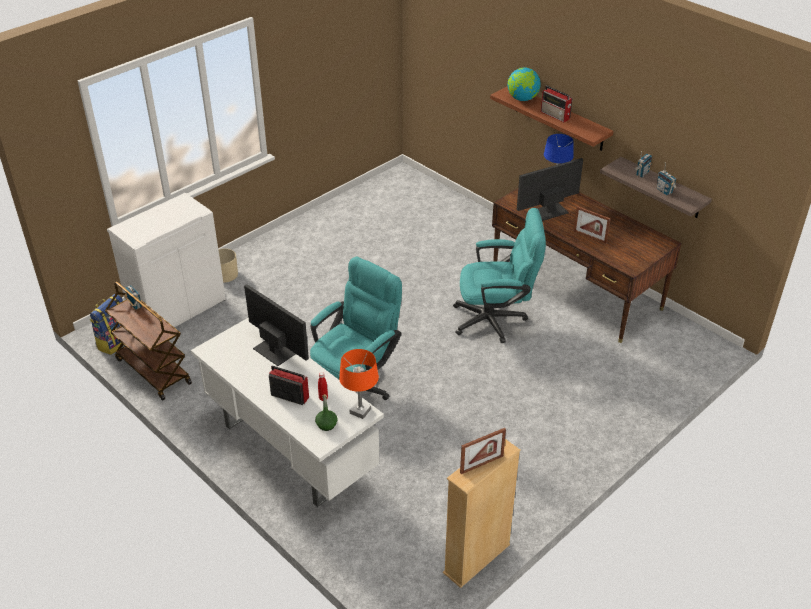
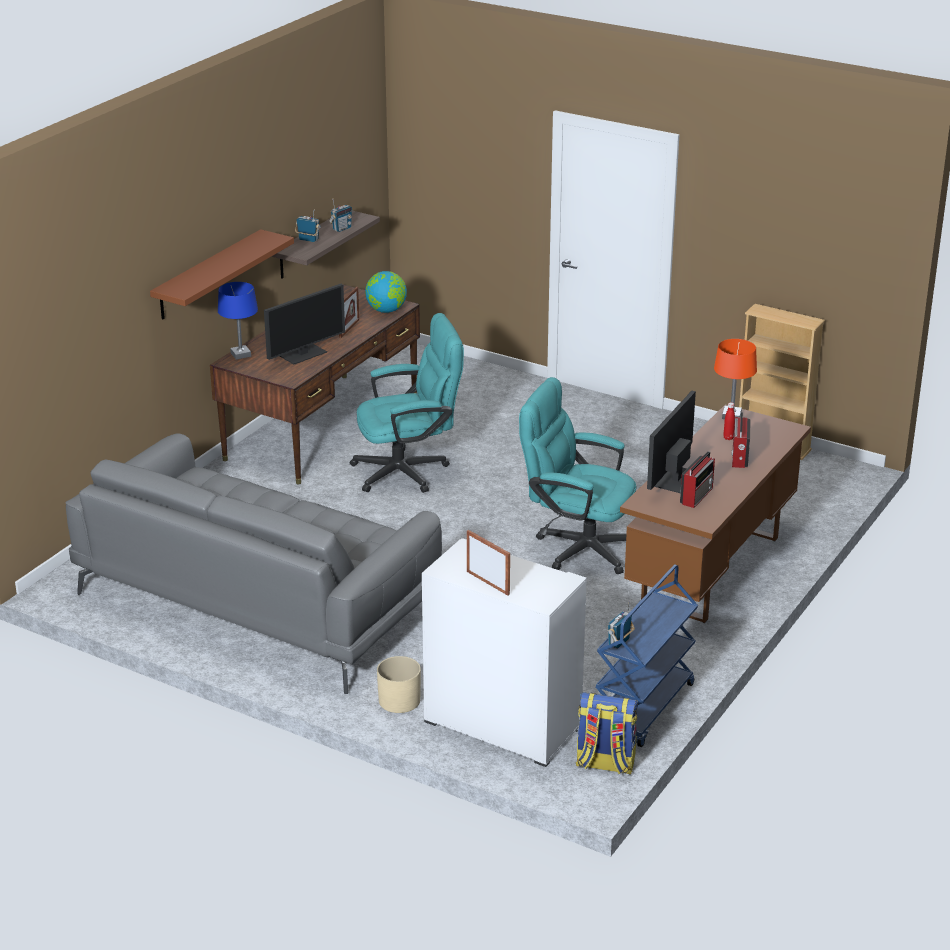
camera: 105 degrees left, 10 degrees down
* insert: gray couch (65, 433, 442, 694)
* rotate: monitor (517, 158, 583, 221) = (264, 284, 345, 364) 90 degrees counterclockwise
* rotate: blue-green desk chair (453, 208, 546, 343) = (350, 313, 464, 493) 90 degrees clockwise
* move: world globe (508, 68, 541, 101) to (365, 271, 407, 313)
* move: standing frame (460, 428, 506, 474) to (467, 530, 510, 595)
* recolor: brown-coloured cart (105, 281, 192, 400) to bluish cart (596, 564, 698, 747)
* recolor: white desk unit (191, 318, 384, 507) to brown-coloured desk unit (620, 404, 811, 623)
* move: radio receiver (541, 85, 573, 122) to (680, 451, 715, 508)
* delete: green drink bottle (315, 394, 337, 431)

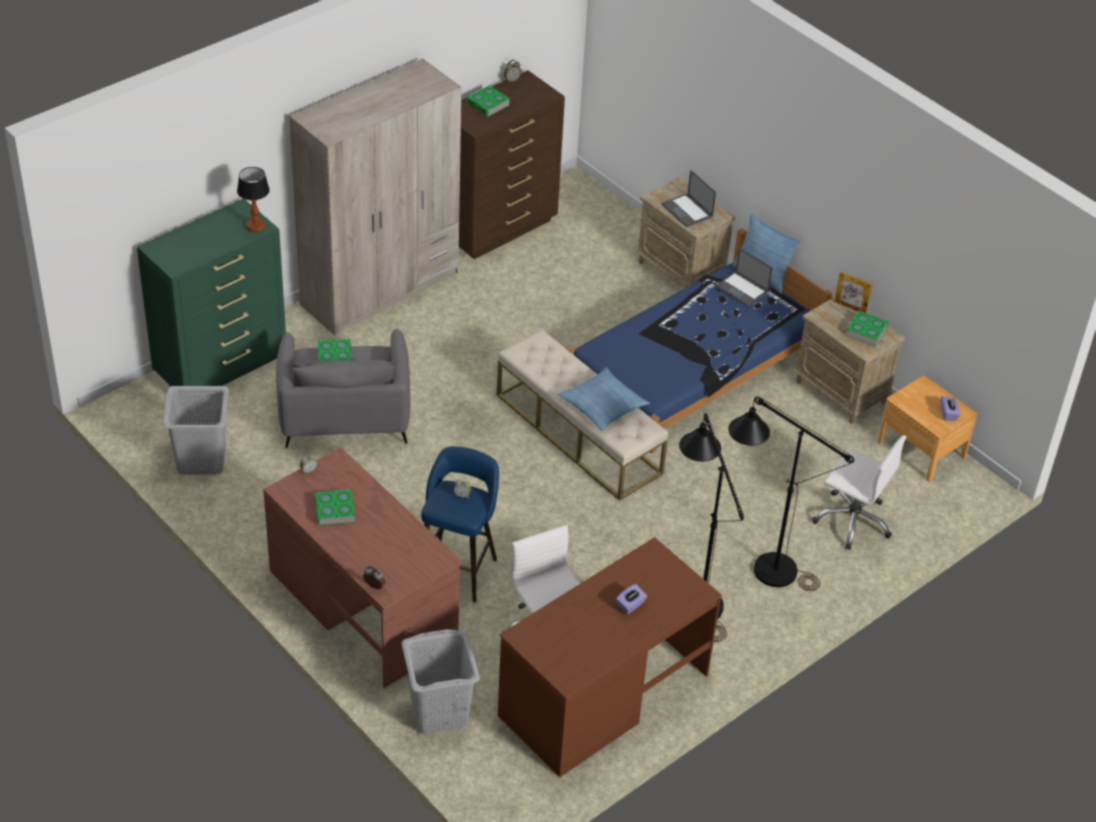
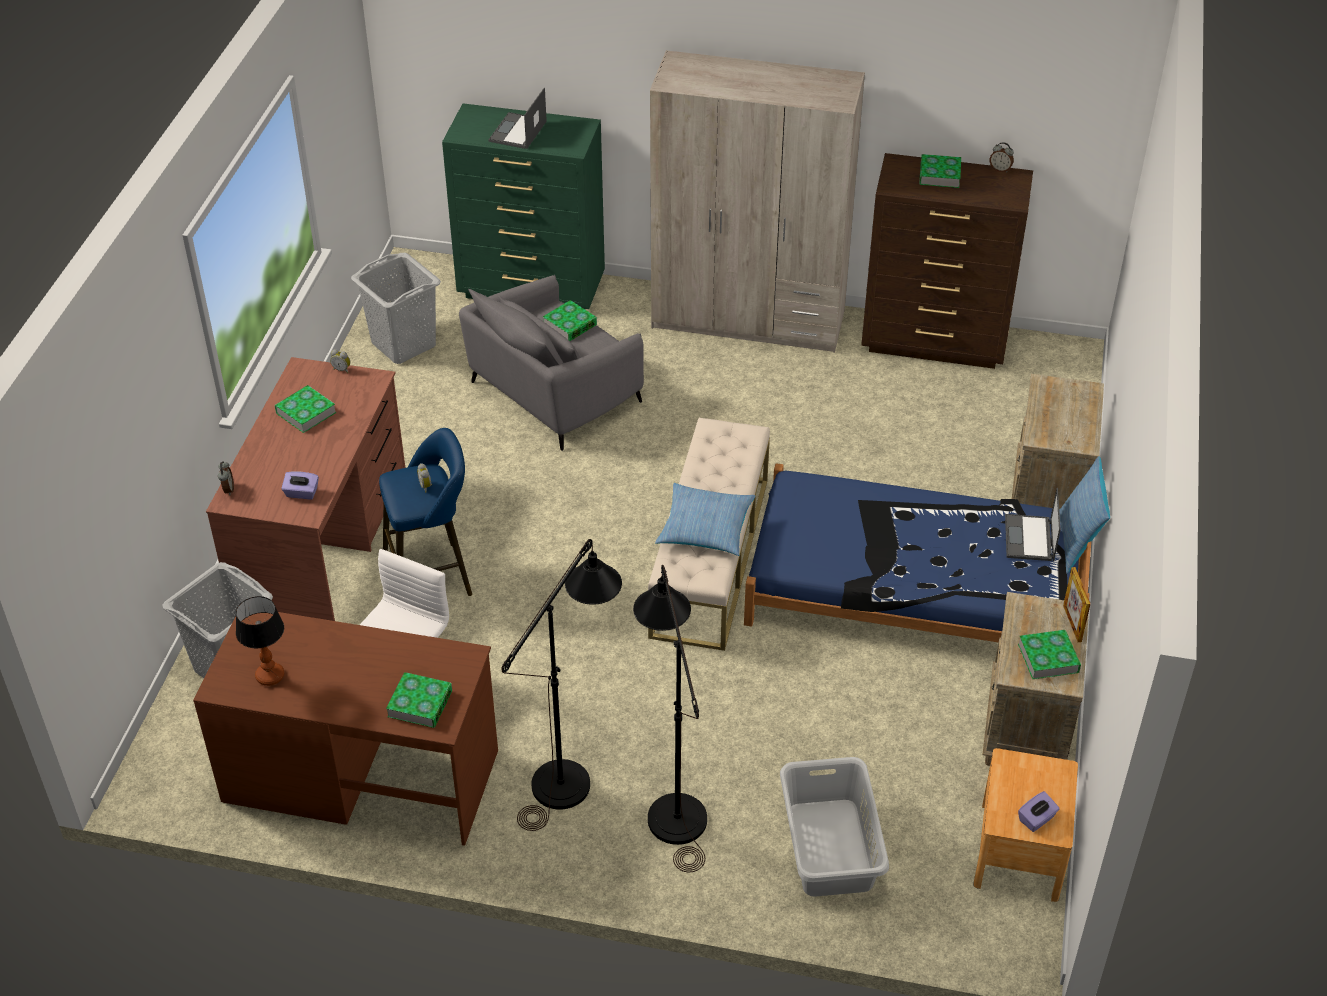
camera: 55 degrees right, 0 degrees up
* move: tabletop lamp (237, 167, 269, 232) to (236, 596, 284, 686)
* move: purplish box of tissues (616, 584, 647, 614) to (281, 471, 319, 499)
* insert: volume (386, 672, 452, 728)
* move: laptop (662, 170, 716, 228) to (489, 88, 547, 149)
* replace: white desk chair (812, 435, 907, 550) to gray washing basket (780, 757, 889, 897)

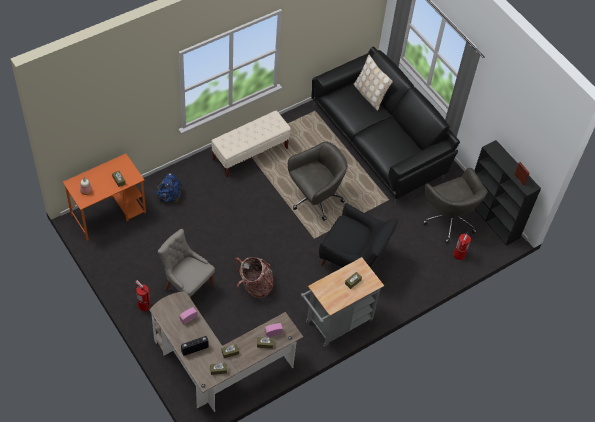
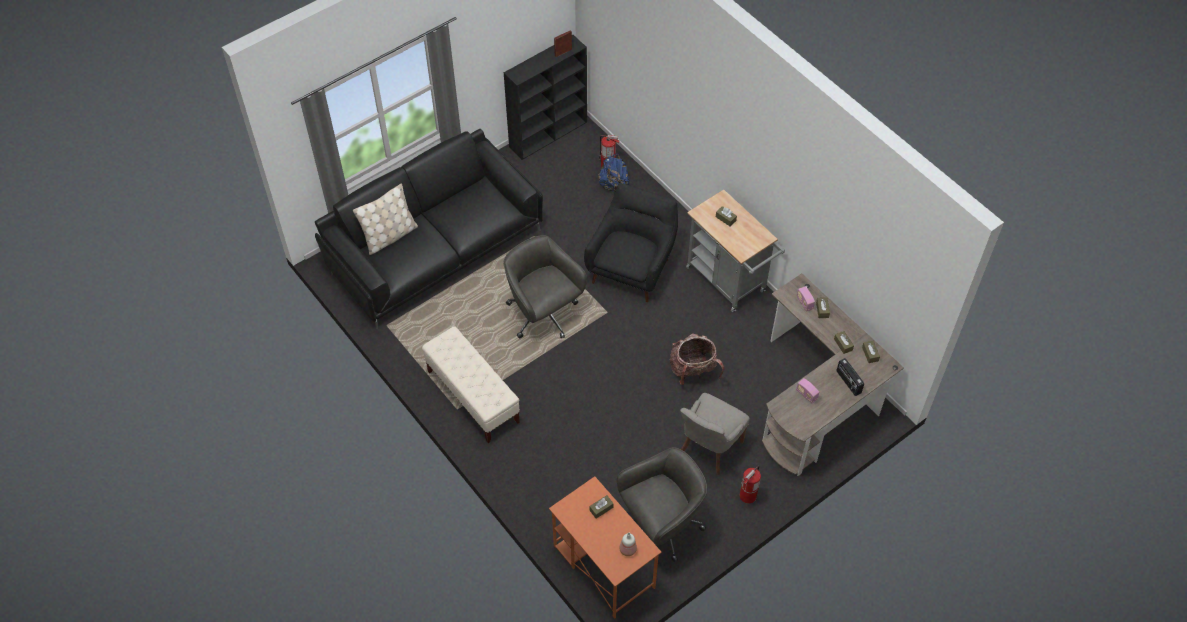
camera: 90 degrees left, 0 degrees up
* move: bluish rucksack (156, 174, 182, 203) to (598, 154, 629, 192)
* move: gray desk chair (423, 168, 488, 243) to (617, 447, 707, 562)

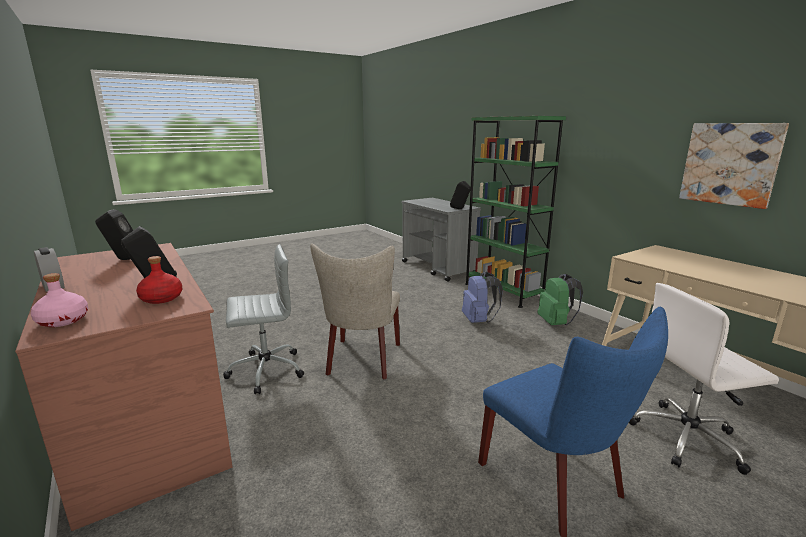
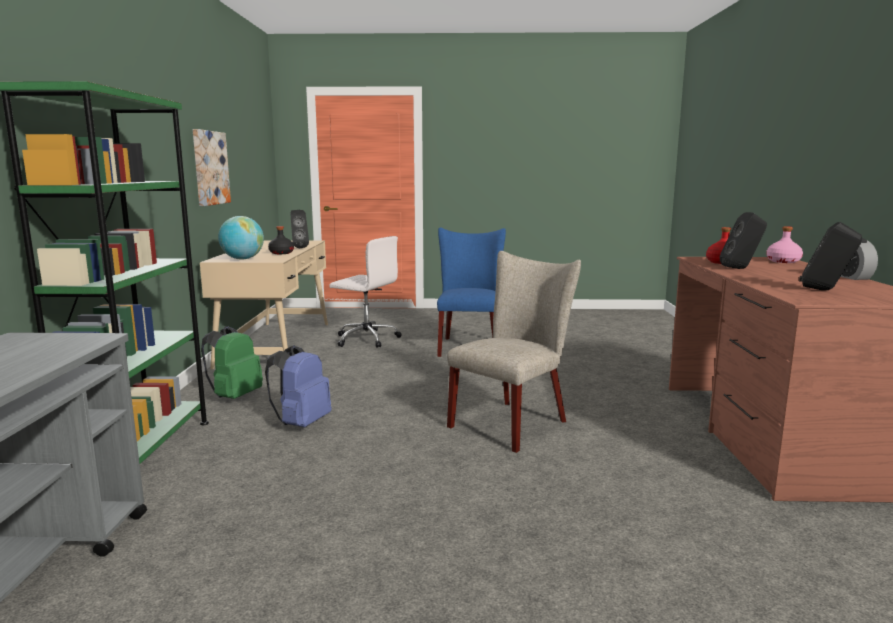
camera: 145 degrees left, 5 degrees down
* insert: world globe (218, 216, 264, 260)
* insert: black-coloured drink bottle (268, 226, 294, 254)
* move: black-coloured audio speaker (450, 181, 471, 209) to (290, 210, 309, 248)
* delete: gray desk chair (223, 244, 304, 394)

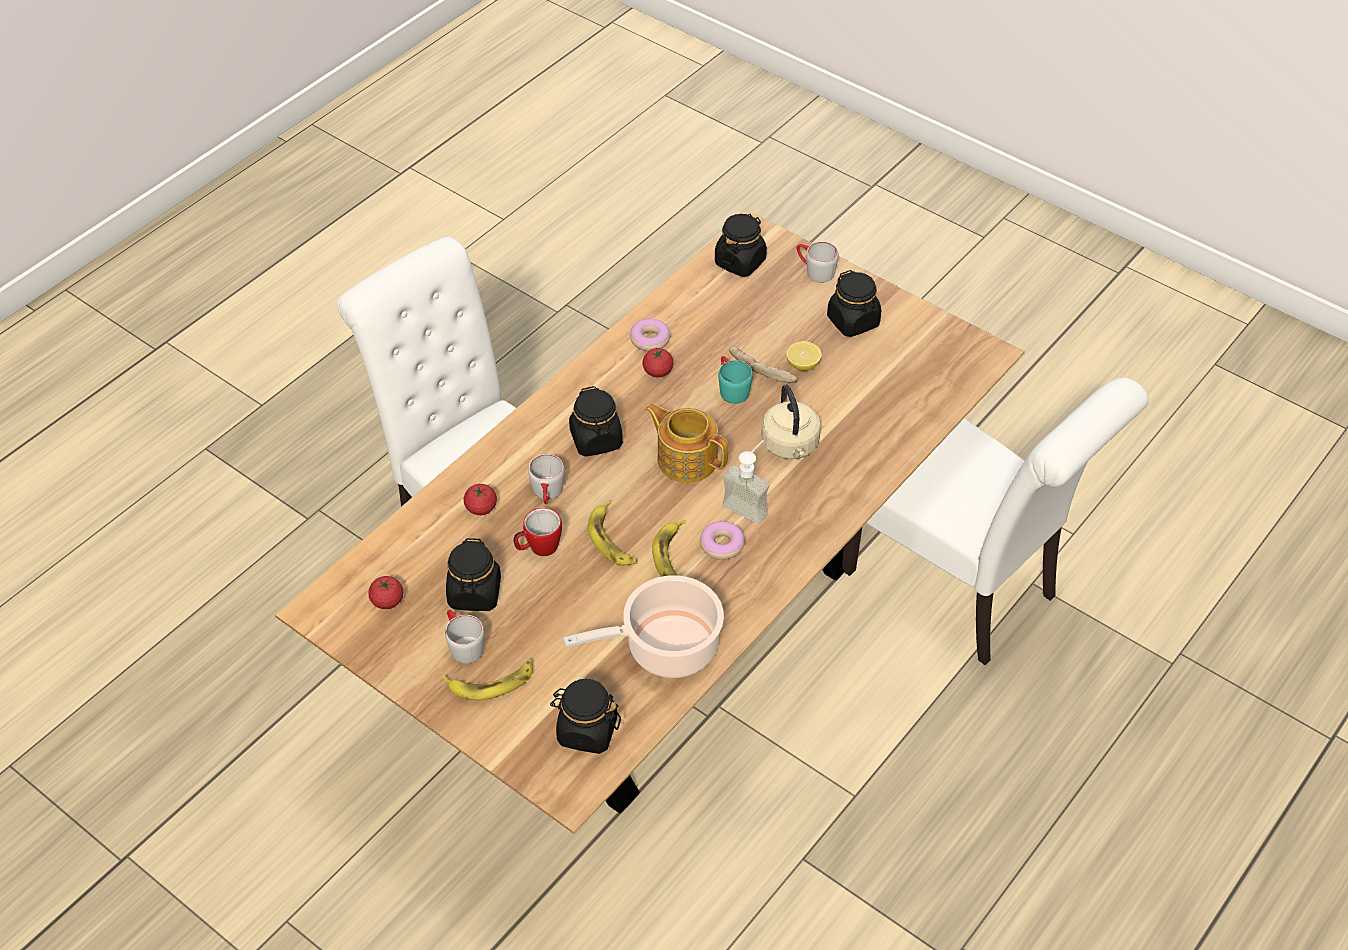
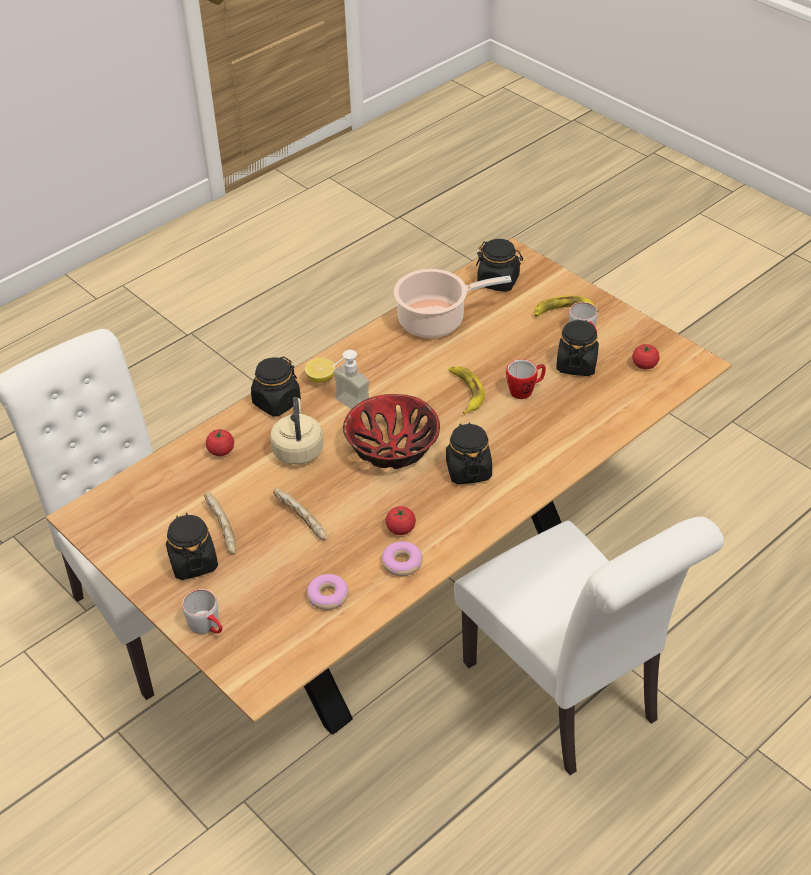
camera: 170 degrees left, 5 degrees down
* insert: bakery bread (204, 491, 236, 554)
* move: fresh tomato (464, 484, 497, 515) to (206, 428, 234, 456)
* move: black-coloured jar (715, 214, 767, 277) to (251, 356, 301, 416)
* move: lemon (786, 341, 822, 371) to (305, 358, 335, 383)
* move: ring doughnut (700, 521, 745, 560) to (307, 574, 349, 610)
* replace: teapot (645, 404, 728, 483) to serving bowl (343, 394, 440, 469)
* delete: gray coffee mug (528, 454, 564, 504)
* delete: banana fruit (652, 520, 686, 577)
* delete: blue-green coffee mug (718, 356, 753, 404)

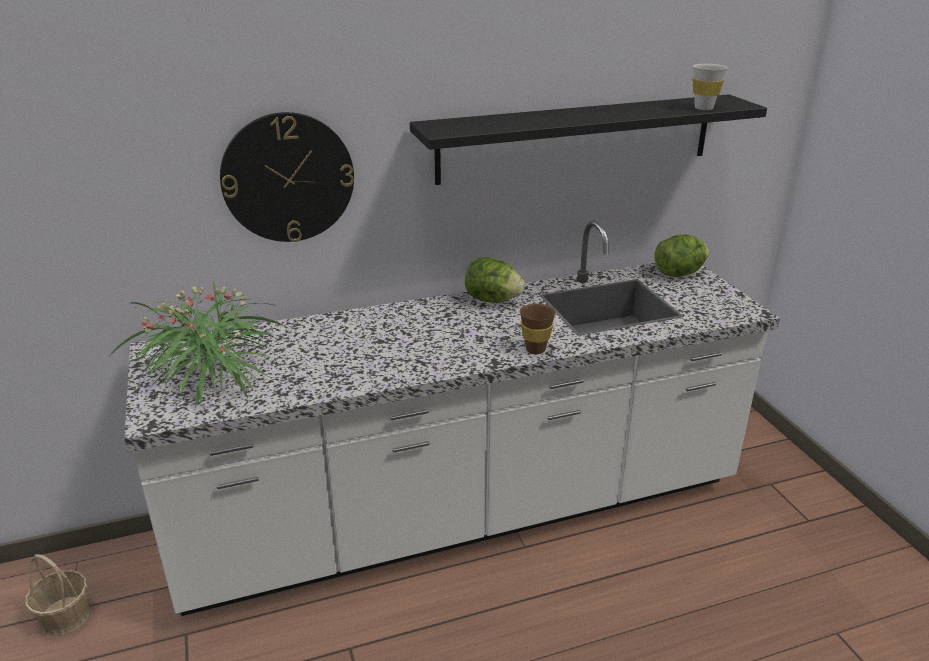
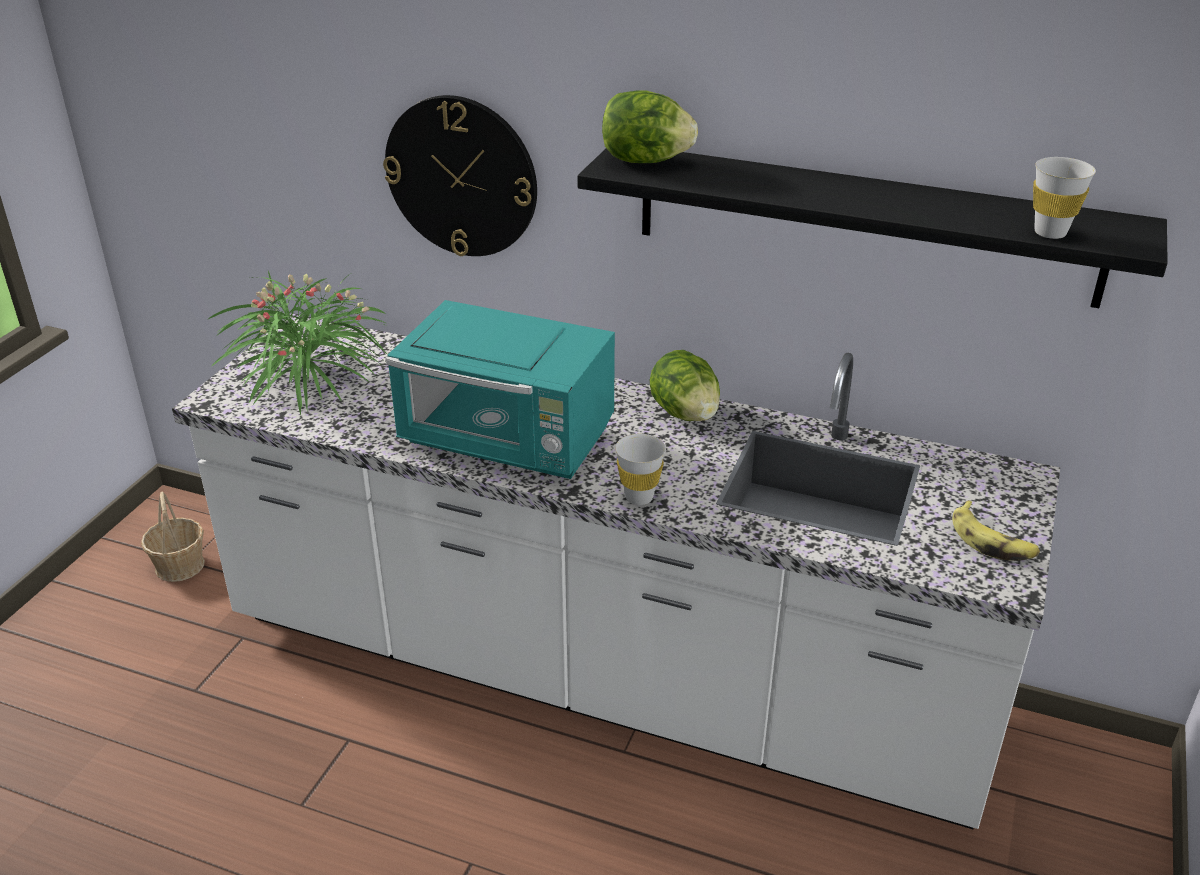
camera: 40 degrees right, 5 degrees up
* insert: blue-green kitchen microwave (385, 300, 615, 479)
* move: lettuce (655, 235, 709, 277) to (602, 90, 698, 163)
* recolor: brown-coloured drinking cup (520, 304, 556, 354) to white drinking cup (615, 434, 666, 505)
* insert: banana fruit (952, 500, 1040, 561)

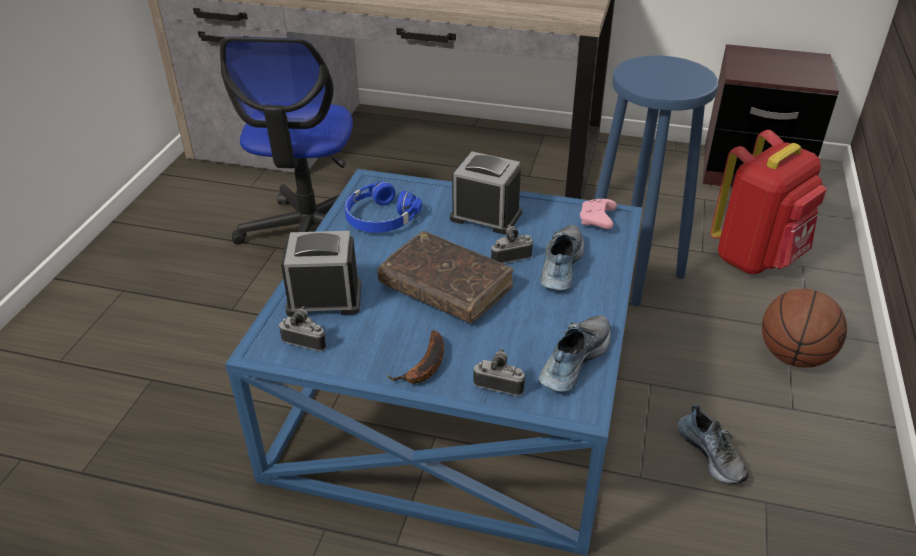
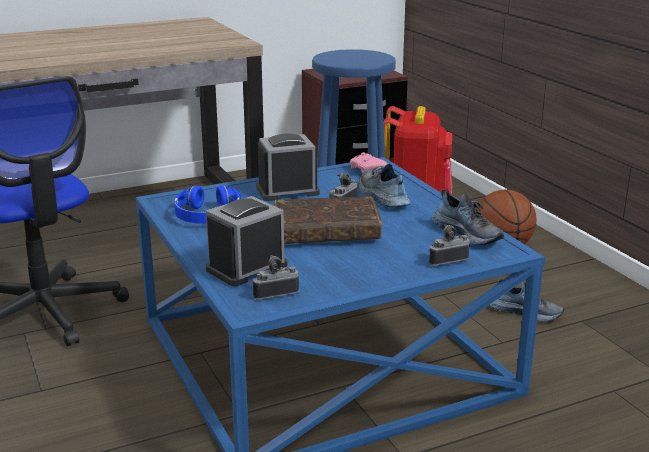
camera: 40 degrees left, 15 degrees down
* rotate: item of footwear (539, 315, 611, 392) = (432, 189, 504, 245) 150 degrees clockwise
* delete: banana fruit (387, 330, 444, 384)

